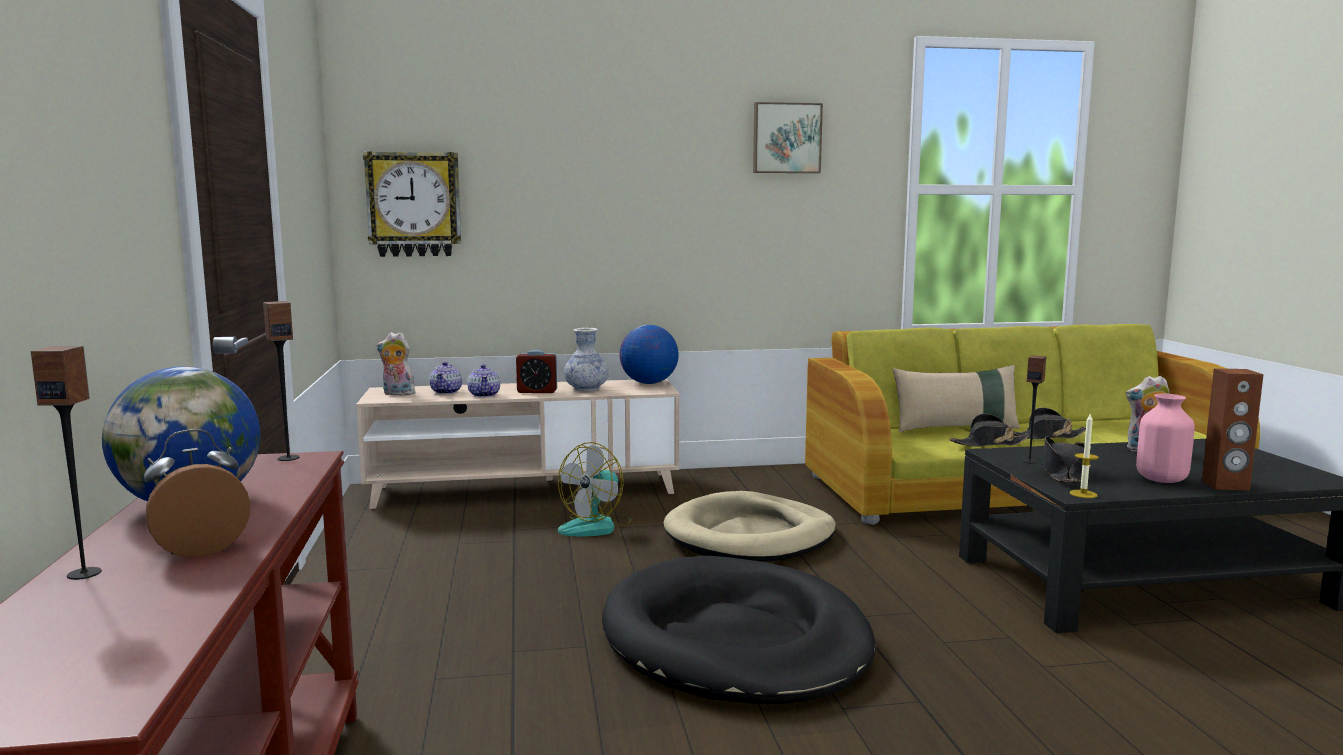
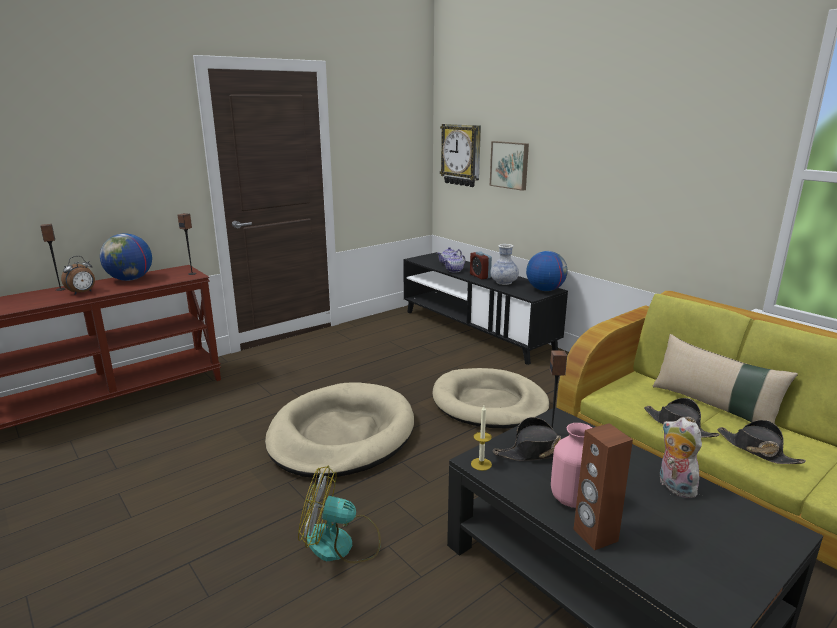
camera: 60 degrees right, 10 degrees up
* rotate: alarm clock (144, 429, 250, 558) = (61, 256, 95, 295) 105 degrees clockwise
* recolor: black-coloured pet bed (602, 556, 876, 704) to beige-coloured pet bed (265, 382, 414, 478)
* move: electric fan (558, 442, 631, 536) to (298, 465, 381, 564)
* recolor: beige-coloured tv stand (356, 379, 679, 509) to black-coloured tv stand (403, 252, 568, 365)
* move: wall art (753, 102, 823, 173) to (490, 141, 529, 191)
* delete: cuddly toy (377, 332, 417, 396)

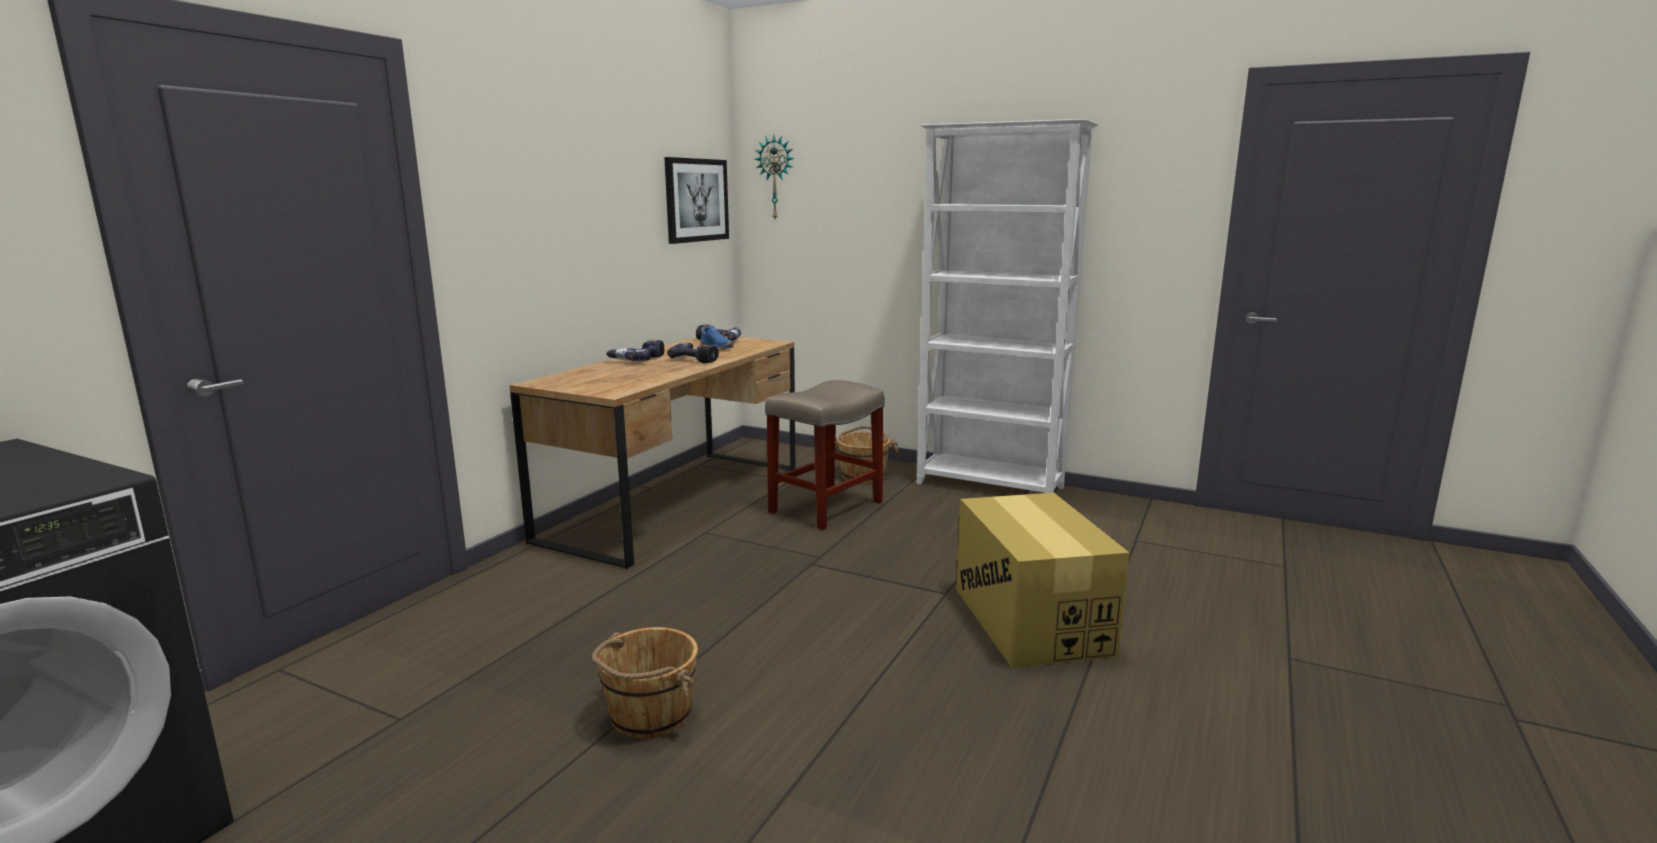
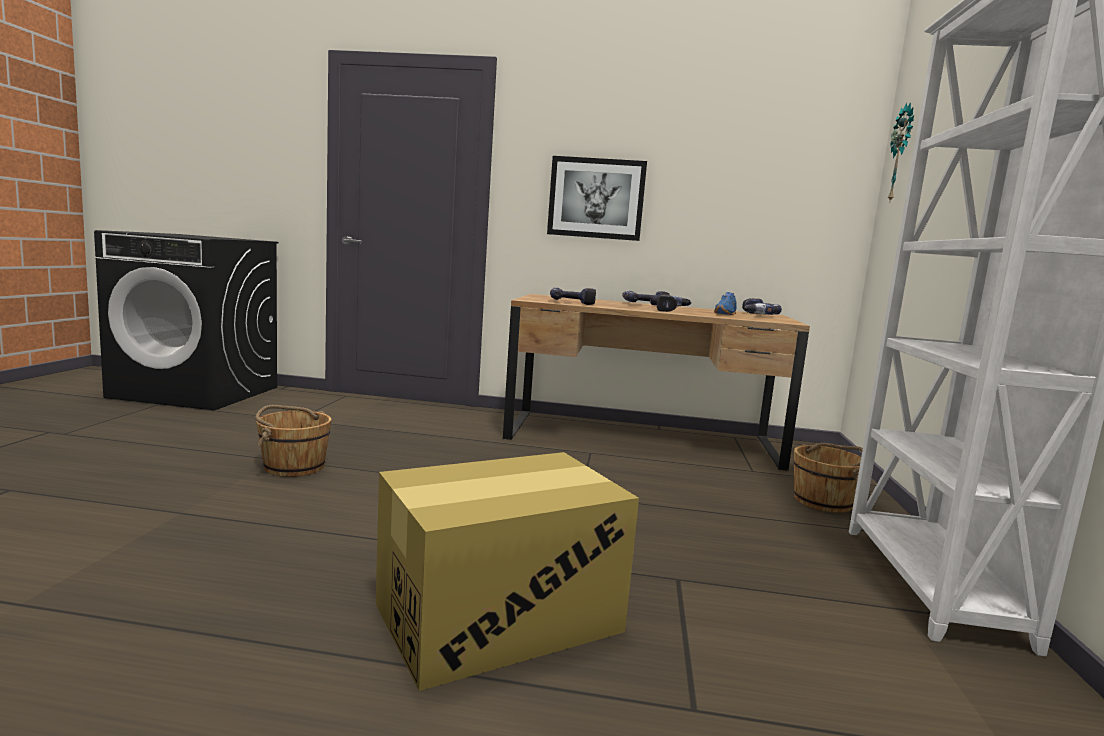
camera: 70 degrees right, 5 degrees down
* move: wall art (664, 157, 729, 244) to (547, 156, 647, 241)
* insert: drill (550, 287, 596, 305)
* delete: beige-coloured stool (765, 380, 885, 530)

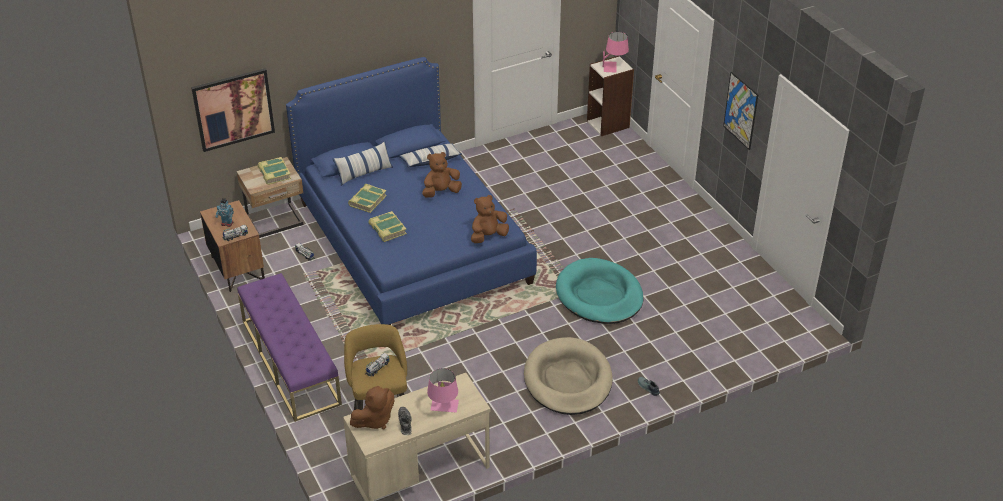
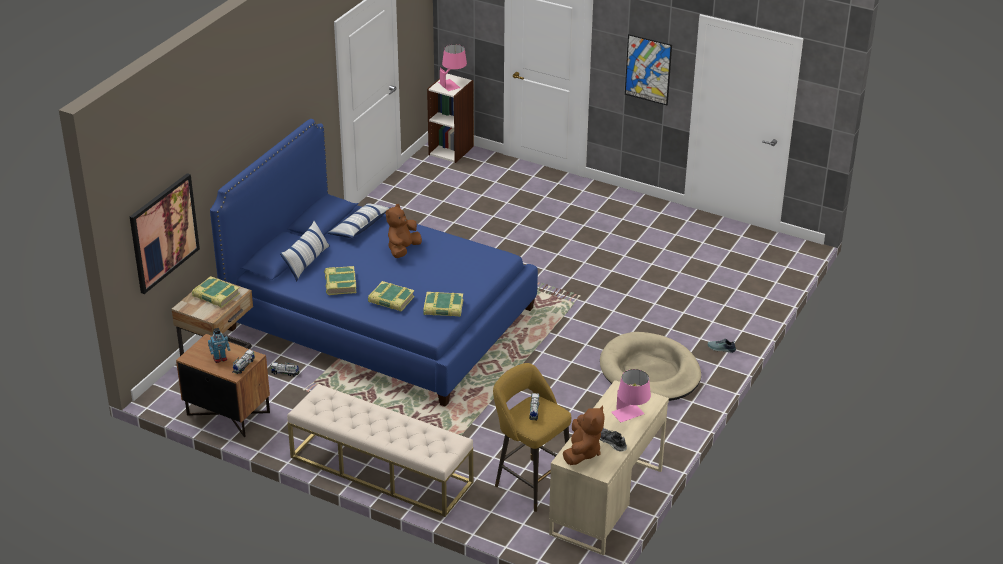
camera: 35 degrees left, 5 degrees down
* recolor: purplish indoor bench (237, 273, 342, 422) to beige-coloured indoor bench (287, 384, 473, 517)
* insert: volume (423, 292, 463, 317)
* delete: brown-coloured cuddly toy (471, 195, 509, 243)
* delete: blue-green pet bed (556, 258, 644, 324)

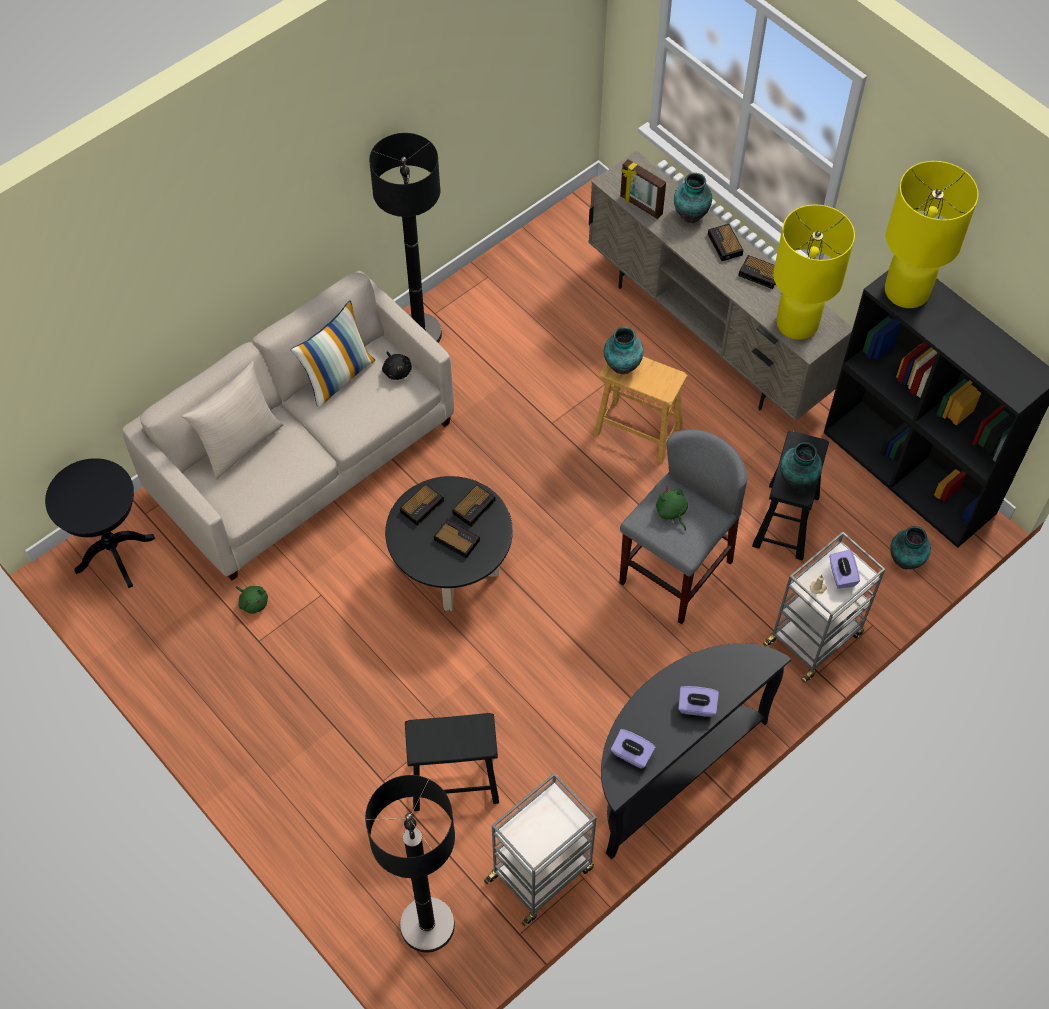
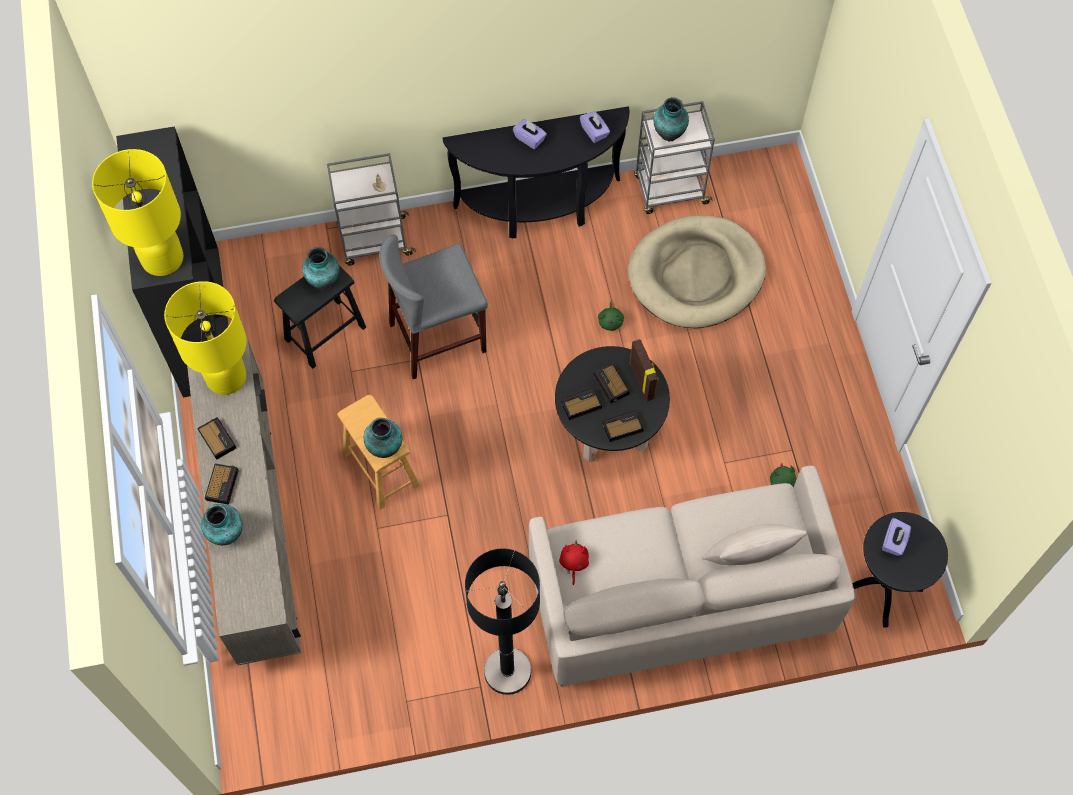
camera: 150 degrees left, 5 degrees up
* recolor: black-coloured cuddly toy (382, 351, 412, 380) to red cuddly toy (559, 541, 589, 585)
* move: green cuddly toy (656, 486, 688, 531) to (598, 302, 624, 331)
* replace: black-coloured stool (405, 713, 499, 811) to beige-coloured pet bed (628, 215, 766, 328)
* move: standing frame (620, 159, 666, 219) to (630, 339, 659, 401)
* move: flower vase (890, 526, 931, 569) to (653, 97, 689, 141)
* move: purplish box of tissues (829, 550, 860, 589) to (882, 518, 911, 556)
* delete: throw pillow (291, 301, 375, 408)
* delete: black-coloured floor lamp (365, 775, 455, 952)

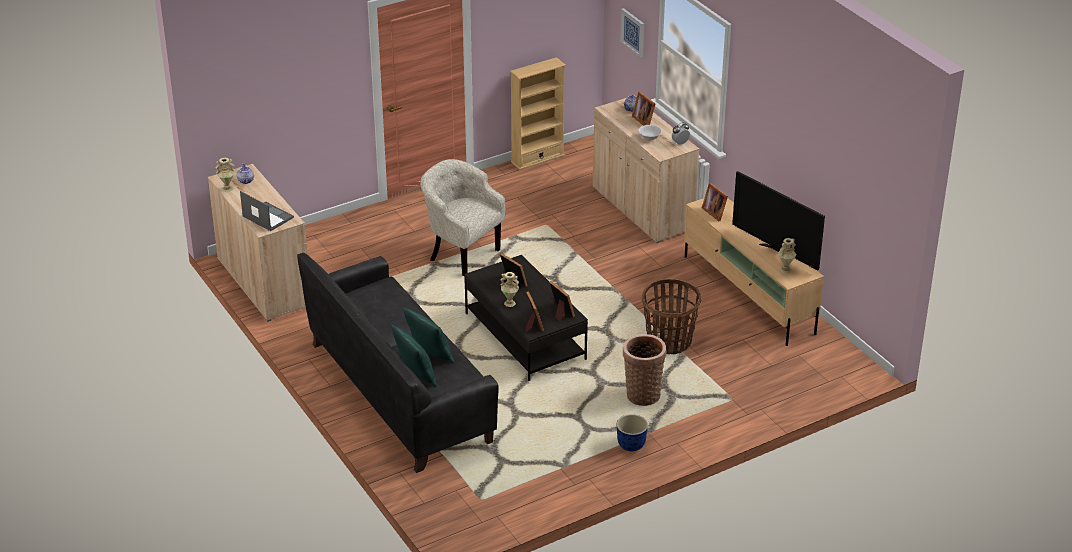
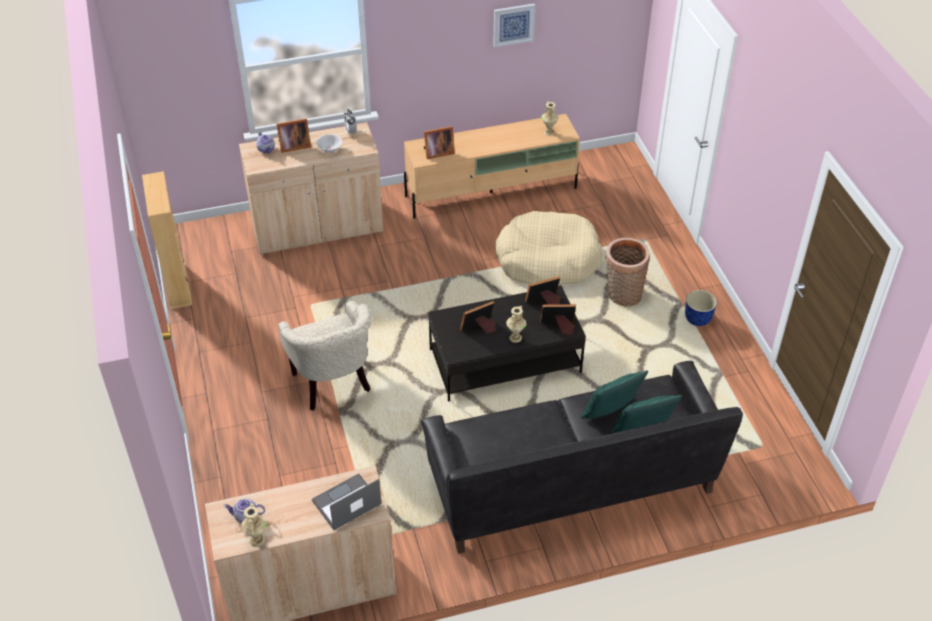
camera: 75 degrees left, 10 degrees up
* rotate: beige-coloured easy chair (420, 159, 506, 276) = (278, 301, 372, 411) 75 degrees counterclockwise
* move: wall art (620, 8, 644, 58) to (493, 4, 535, 48)
* replace: storage basket (642, 278, 701, 354) to beige-coloured pet bed (495, 211, 602, 285)
* delete: TV set (732, 171, 825, 271)

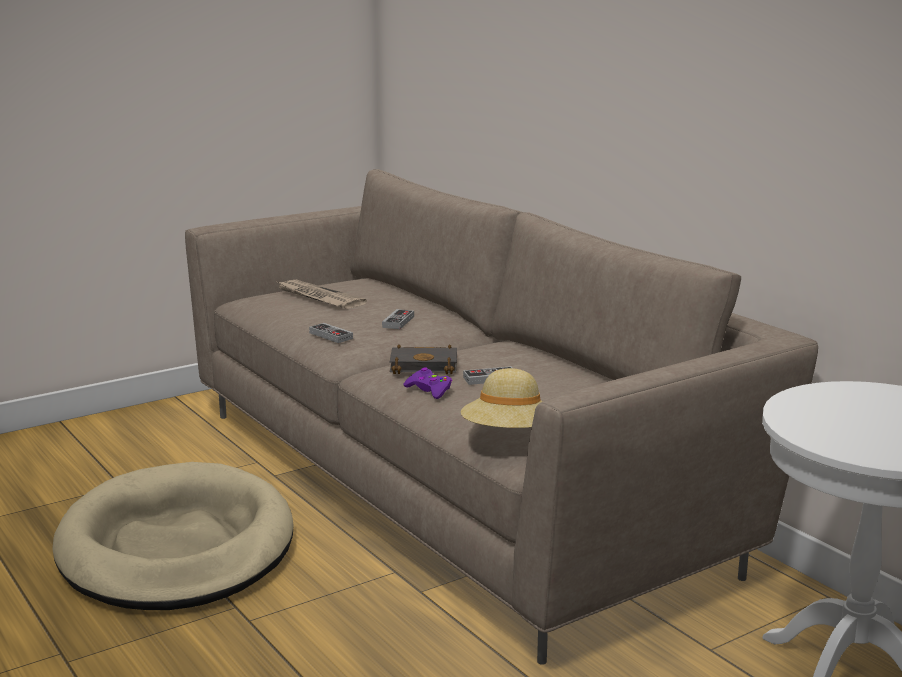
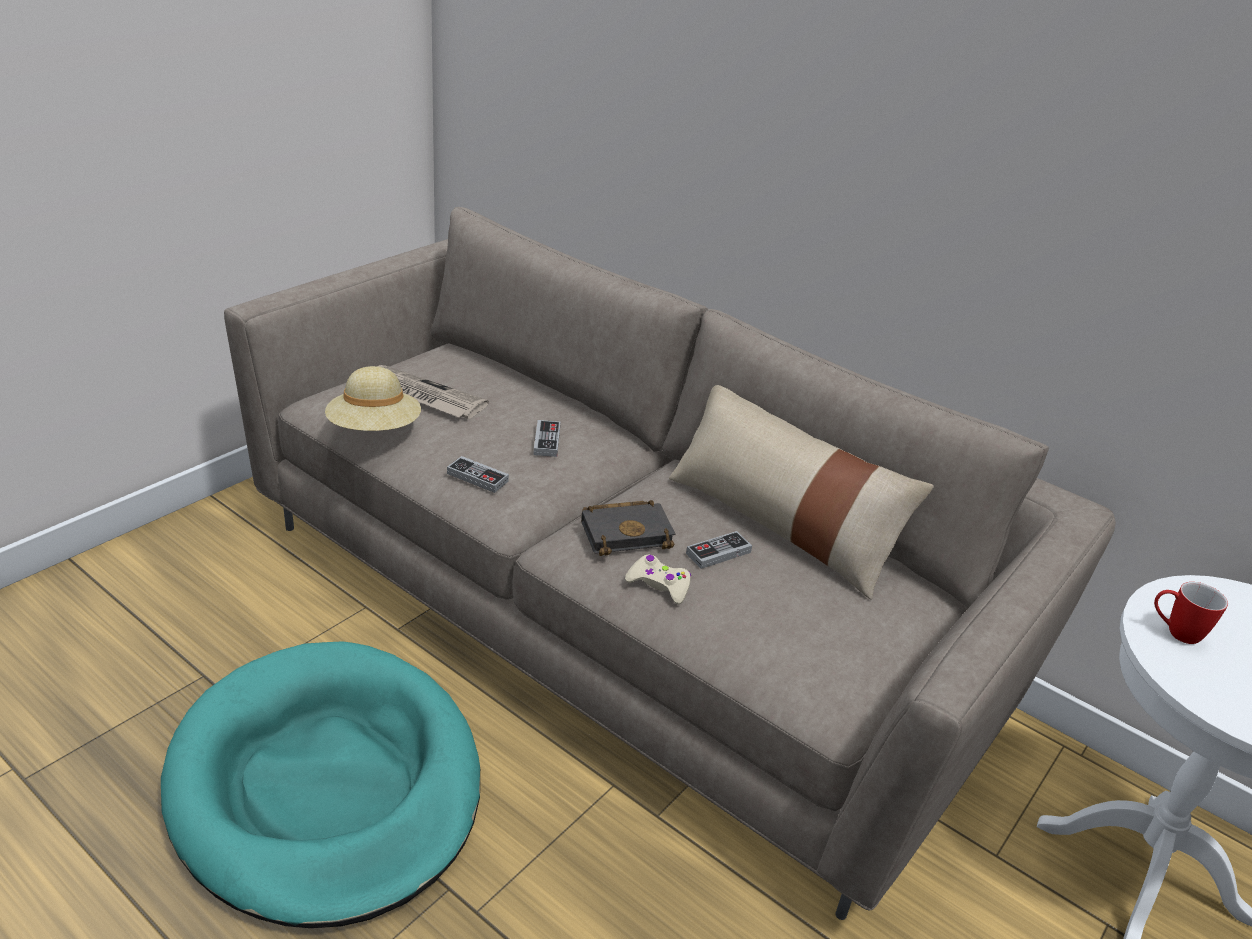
camera: 20 degrees left, 15 degrees up
* recolor: beige-coloured pet bed (53, 462, 294, 610) to blue-green pet bed (161, 641, 480, 928)
* move: beige-coloured clothing hat (461, 368, 543, 428) to (325, 366, 421, 431)
* recolor: purplish game controller (404, 367, 452, 399) to beige-coloured game controller (625, 554, 691, 604)
* insert: beige-coloured throw pillow (669, 385, 934, 600)
* insert: coffee mug (1154, 582, 1228, 644)

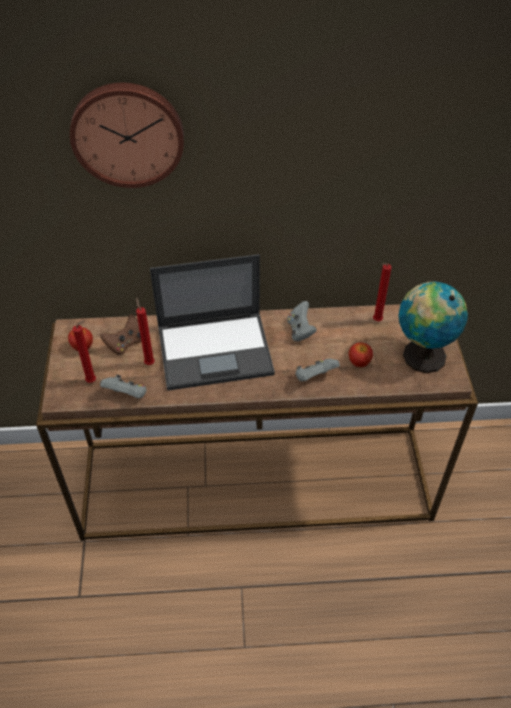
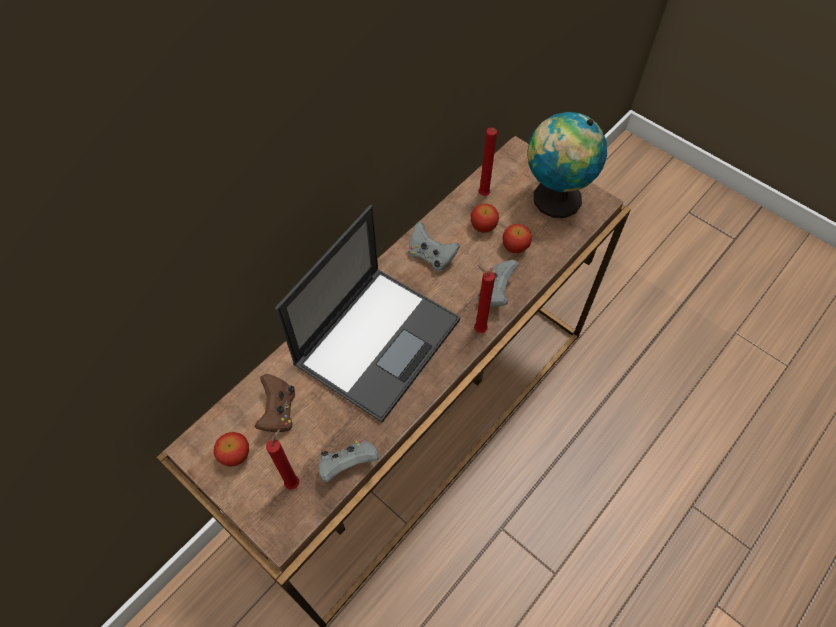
camera: 45 degrees left, 10 degrees up
* insert: whole apple (471, 204, 499, 233)
* move: red candle (136, 298, 155, 365) to (474, 265, 495, 333)
* delete: clock on the wall (70, 83, 184, 188)

